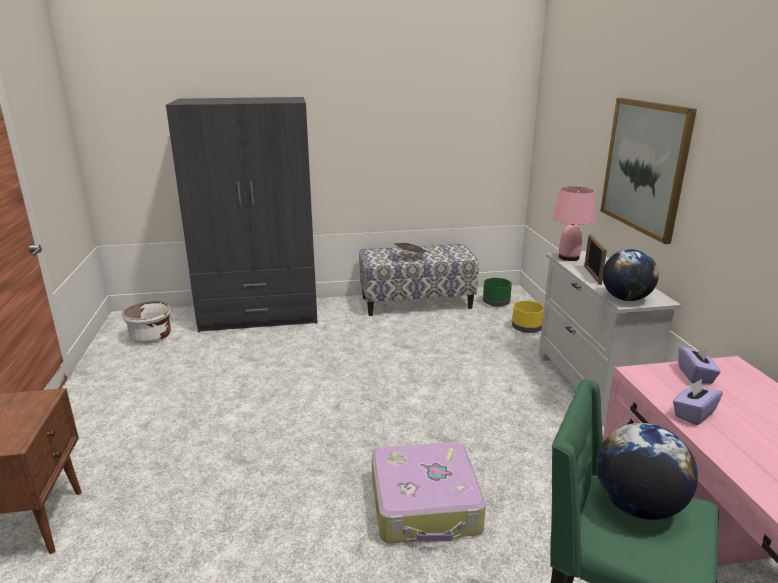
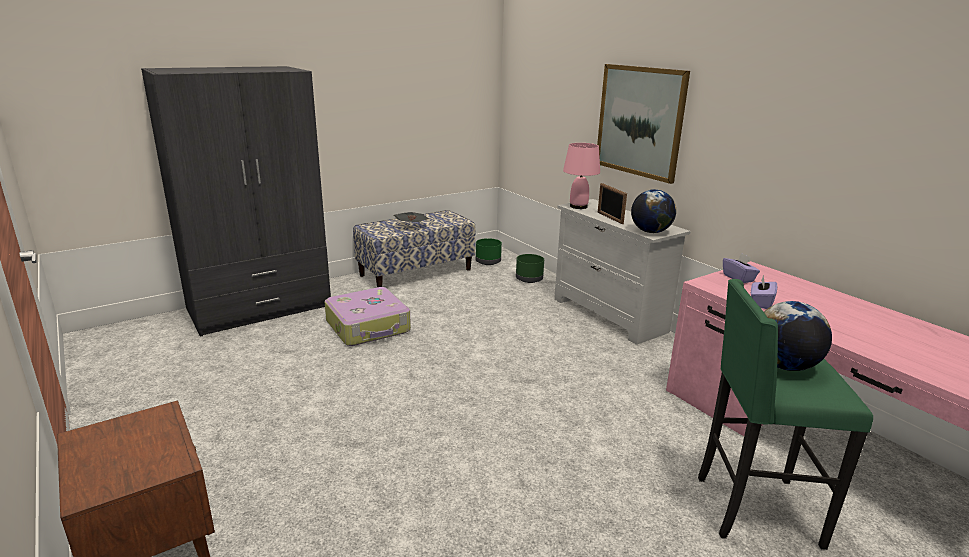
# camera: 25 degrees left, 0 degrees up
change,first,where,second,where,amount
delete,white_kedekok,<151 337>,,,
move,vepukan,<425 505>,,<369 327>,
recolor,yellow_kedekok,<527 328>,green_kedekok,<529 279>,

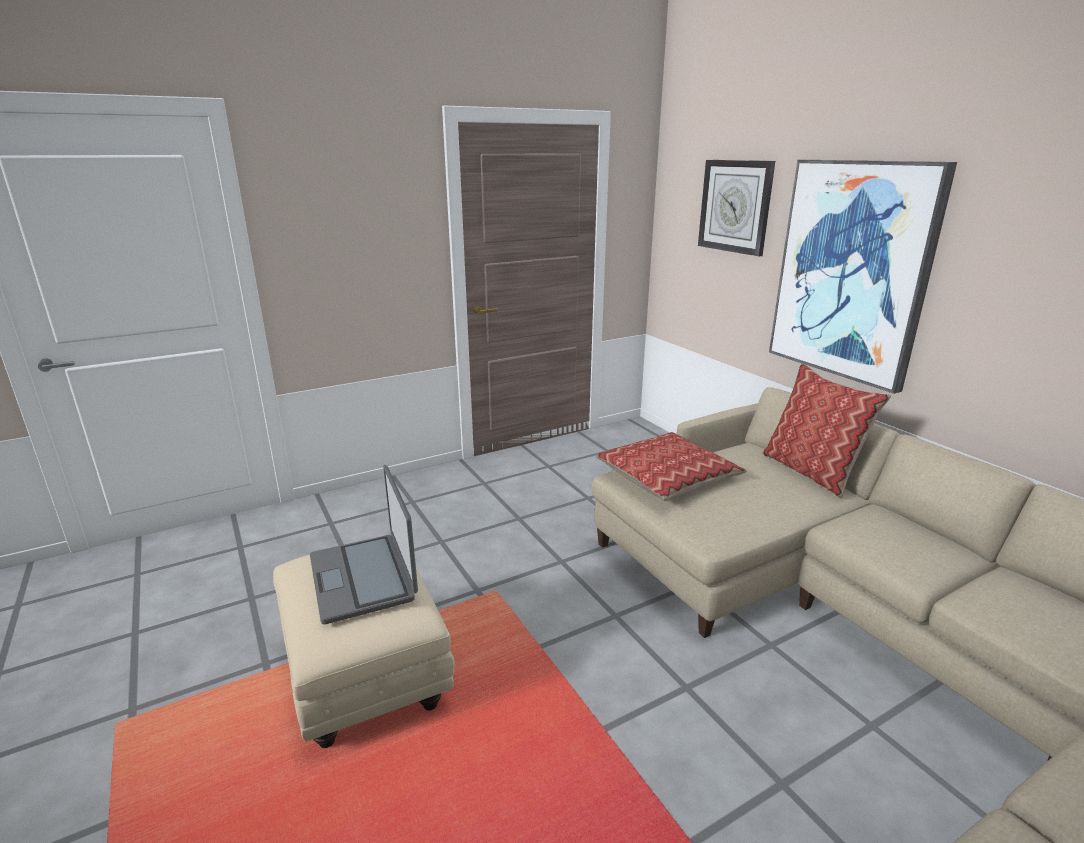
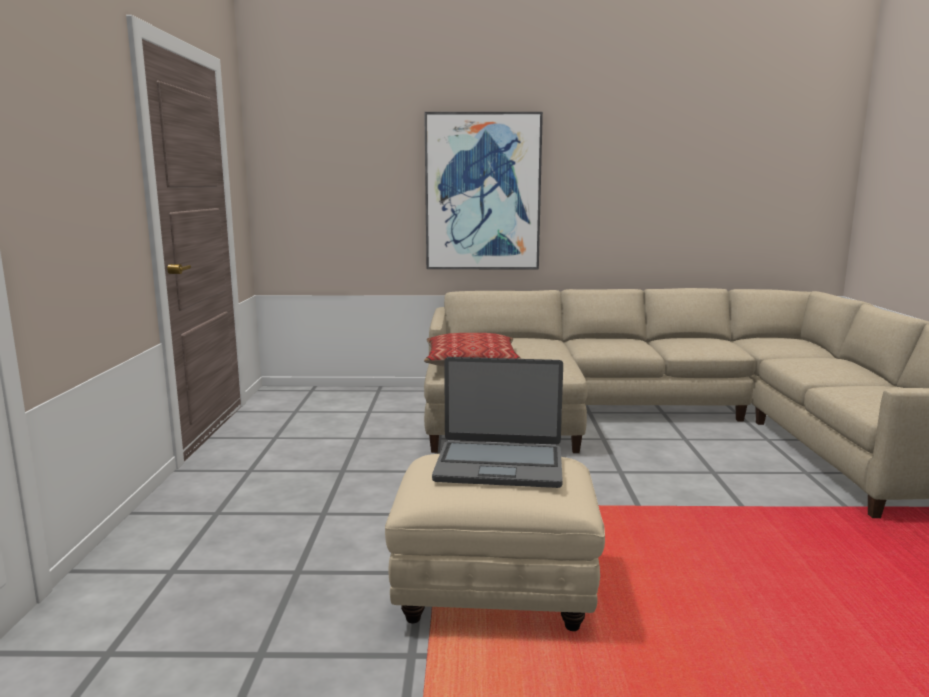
# camera: 60 degrees left, 10 degrees down
change,first,where,second,where,amount
delete,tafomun,<735 206>,,,
delete,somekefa,<811 472>,,,

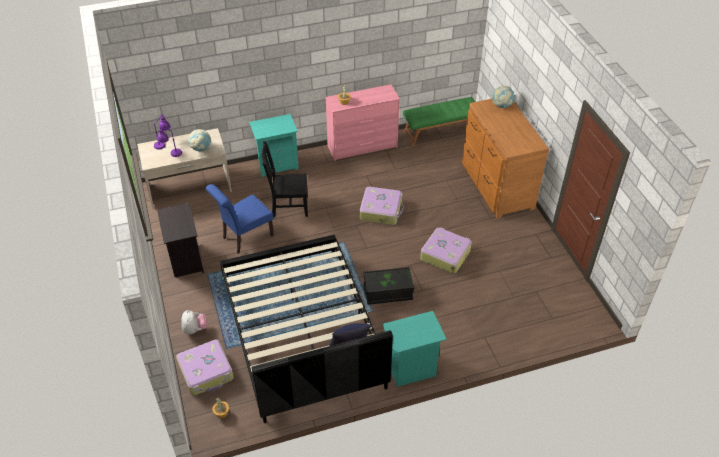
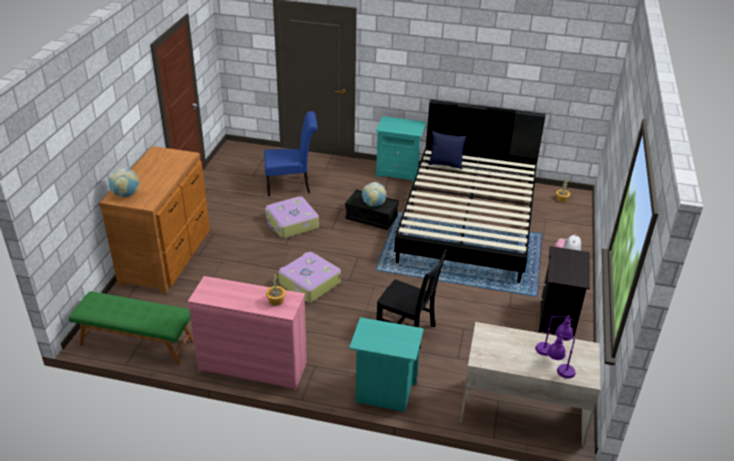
# camera: 150 degrees left, 10 degrees down
change,first,where,second,where,amount
delete,vepukan,<206 372>,,,
move,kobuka,<201 148>,,<373 204>,
move,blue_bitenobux,<245 237>,,<291 186>,

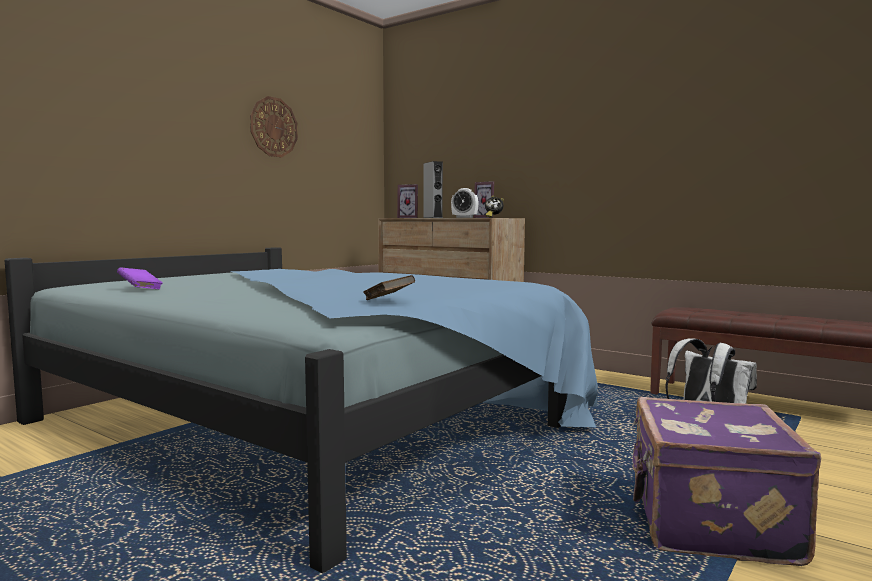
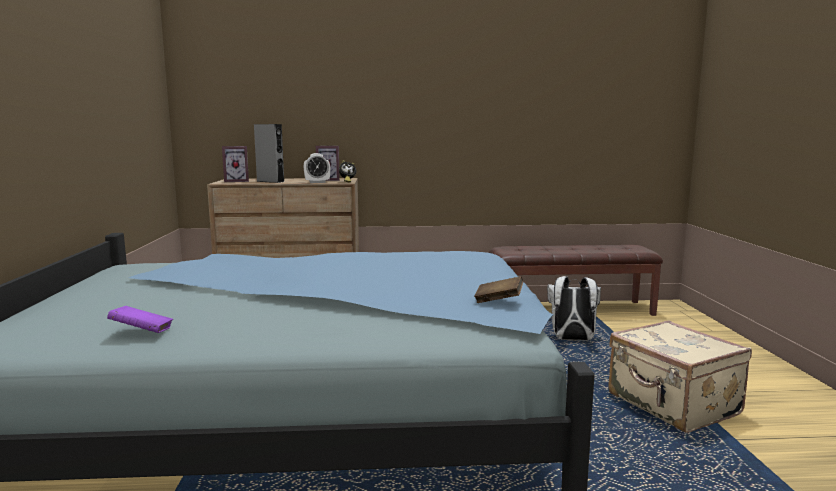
# camera: 40 degrees left, 5 degrees up
change,first,where,second,where,amount
delete,tafomun,<273 127>,,,
recolor,purple_vepukan,<708 522>,beige_vepukan,<672 405>,

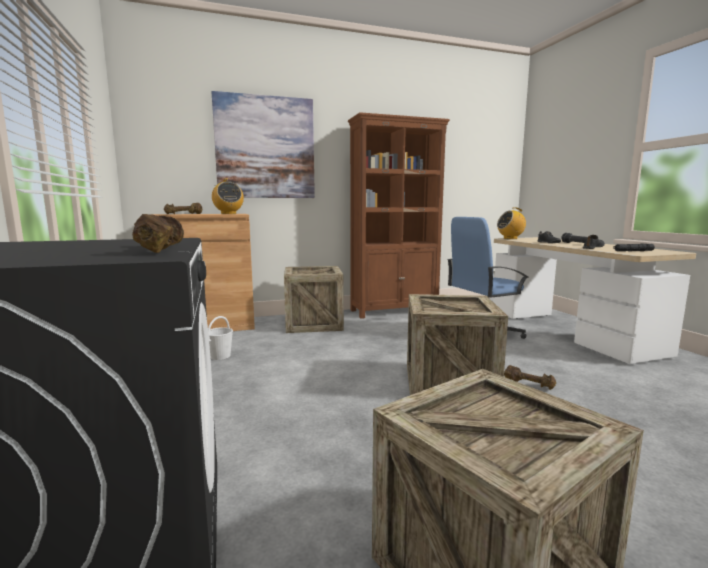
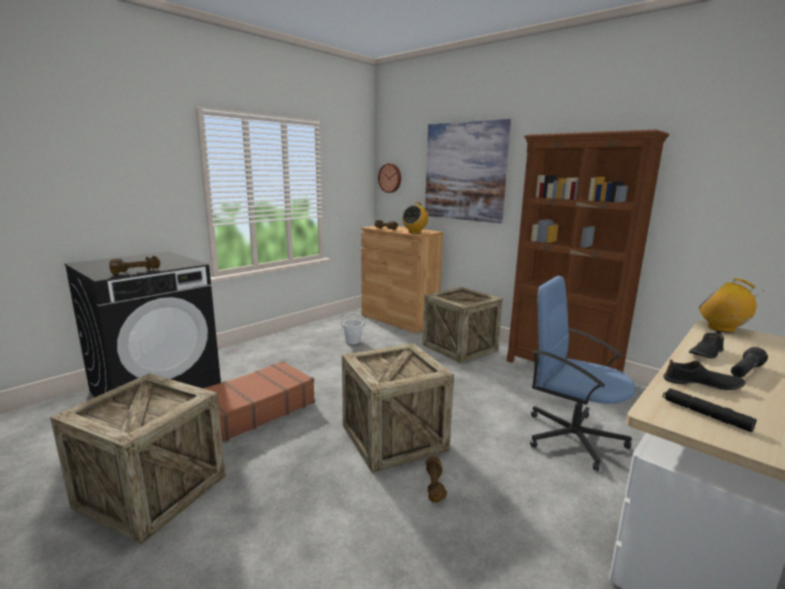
# camera: 60 degrees right, 5 degrees up
change,first,where,second,where,amount
insert,,,brown_vepukan,<253 411>,
insert,,,tafomun,<390 178>,

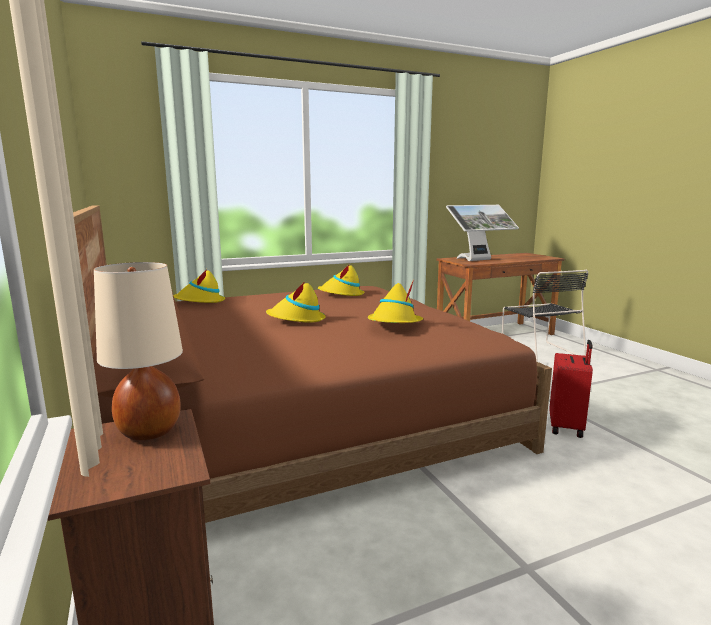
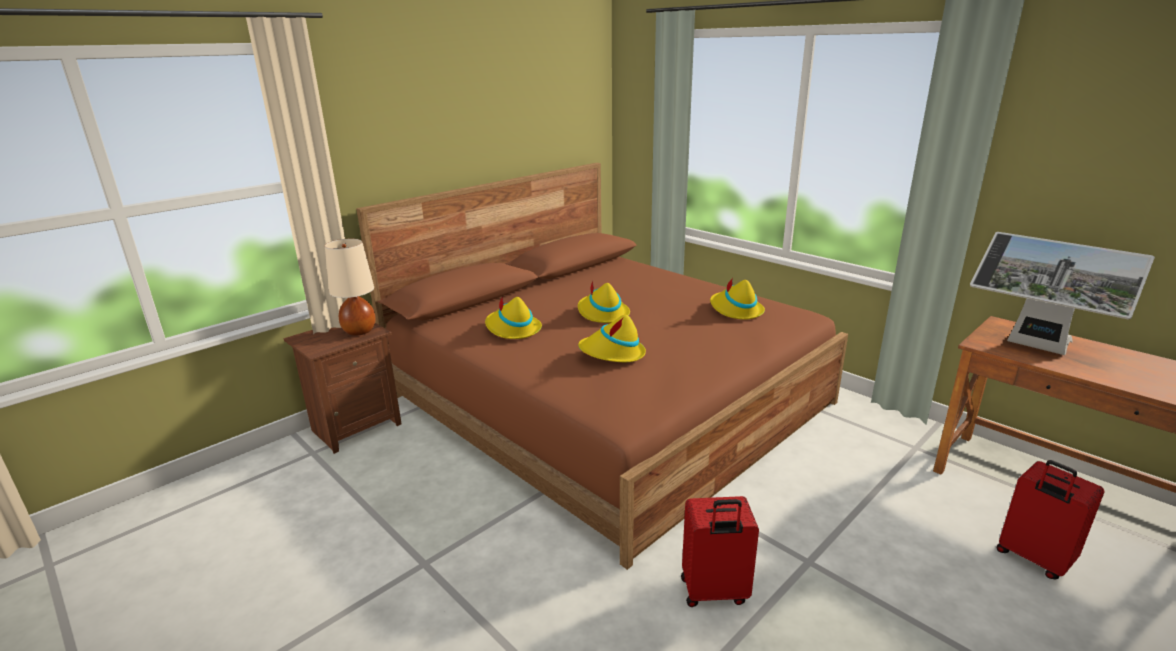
# camera: 70 degrees right, 10 degrees up
change,first,where,second,where,amount
move,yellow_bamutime,<200 302>,,<512 329>,
replace,black_bitenobux,<540 352>,red_vepukan,<1033 559>,

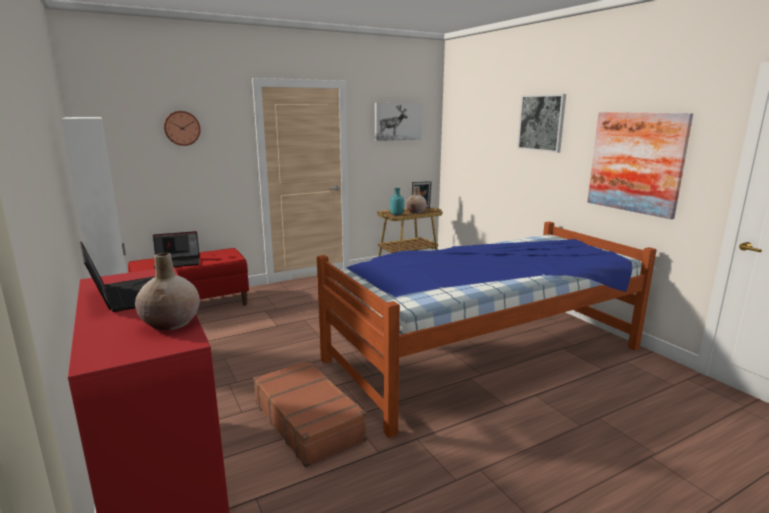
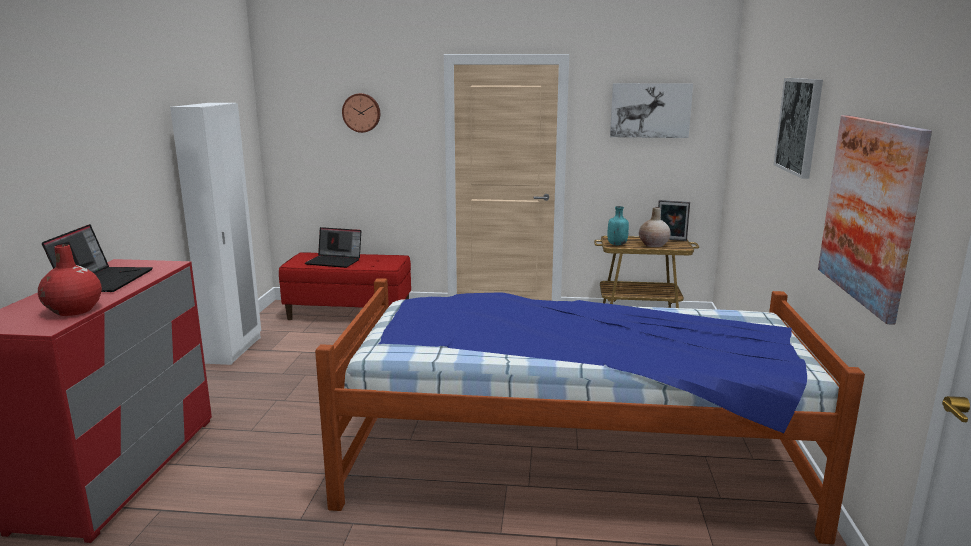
# camera: 35 degrees right, 0 degrees up
change,first,where,second,where,amount
delete,brown_vepukan,<308 420>,,,
recolor,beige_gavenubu,<171 323>,red_gavenubu,<74 310>,

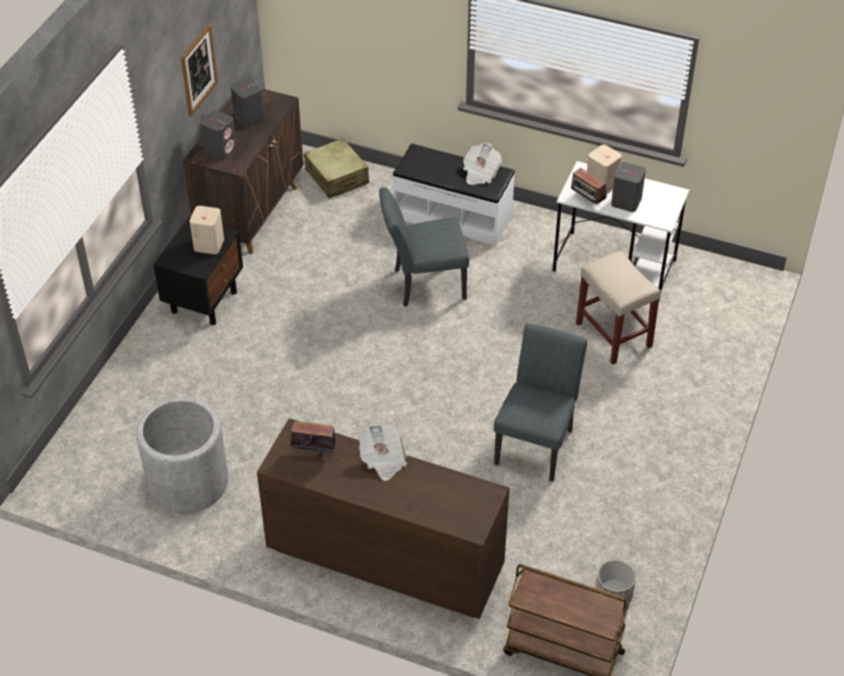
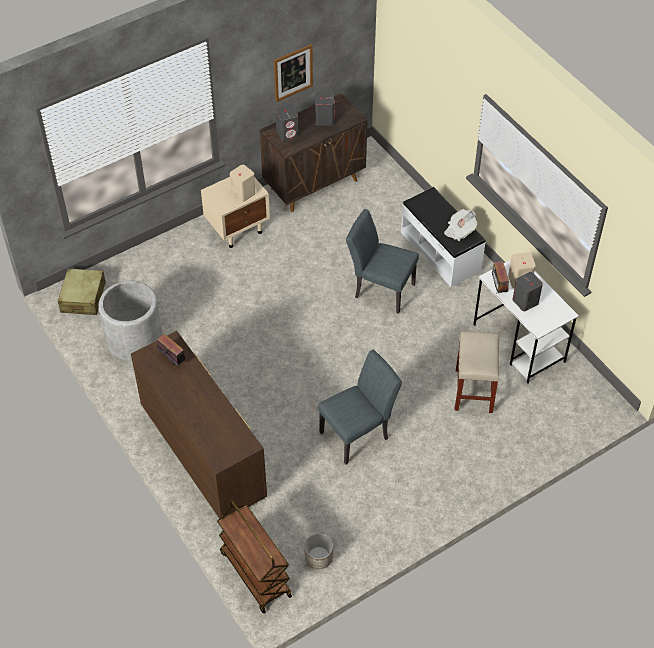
# camera: 35 degrees right, 5 degrees up
change,first,where,second,where,amount
delete,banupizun,<383 460>,,,
move,beige_vepukan,<337 177>,,<83 298>,
recolor,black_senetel,<204 301>,beige_senetel,<238 229>,

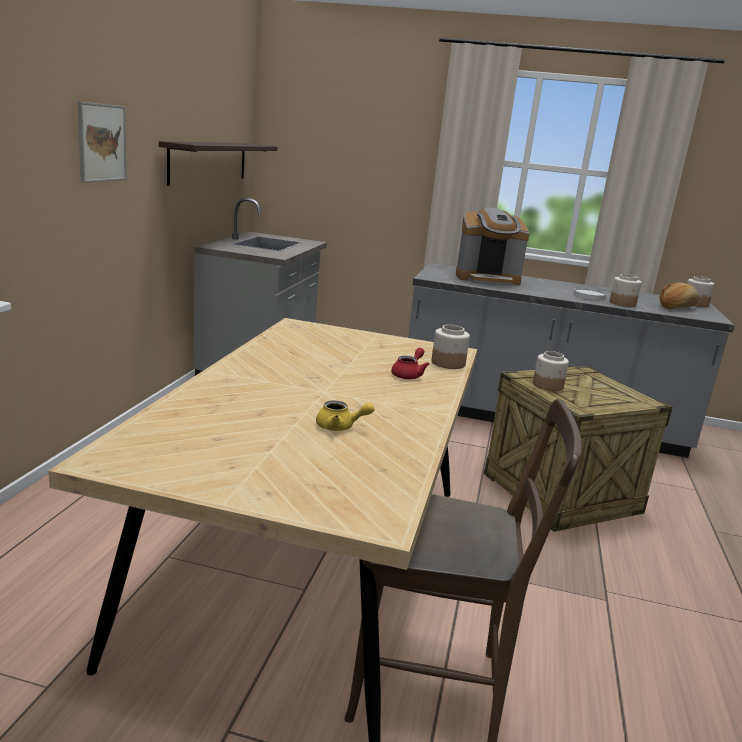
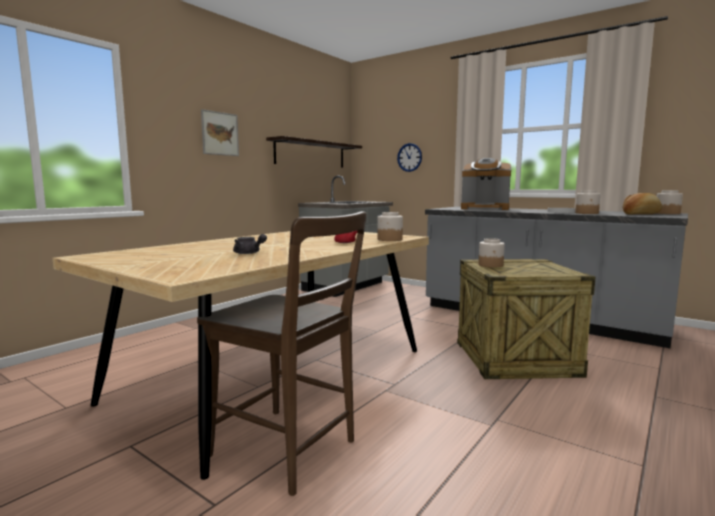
# camera: 25 degrees right, 10 degrees down
change,first,where,second,where,amount
insert,,,tafomun,<409 157>,
recolor,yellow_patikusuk,<340 427>,grey_patikusuk,<249 253>,

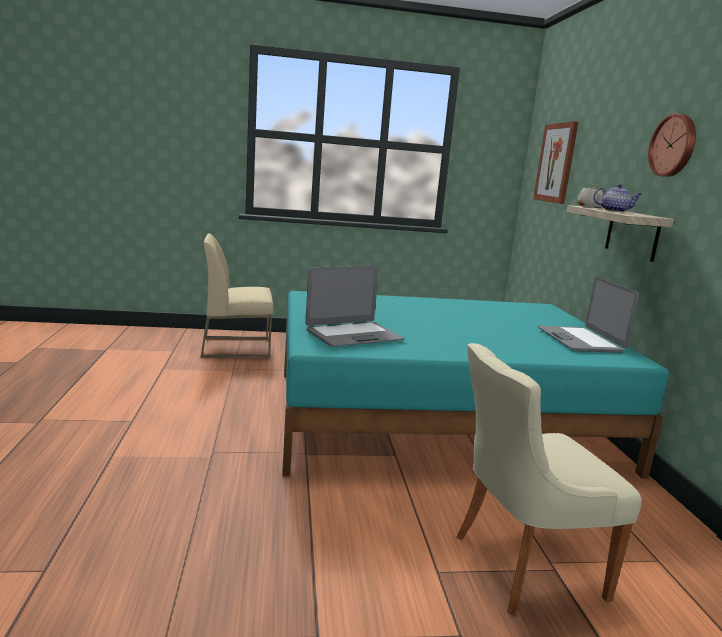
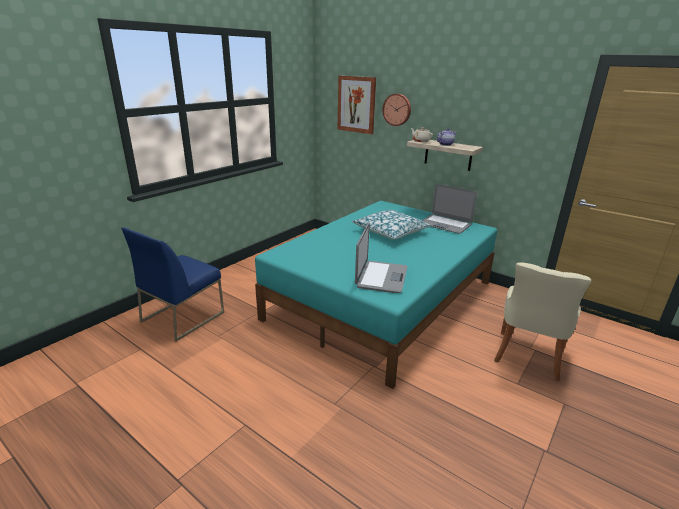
# camera: 45 degrees left, 10 degrees up
change,first,where,second,where,amount
insert,,,somekefa,<390 232>,
move,tafomun,<674 146>,,<397 109>,
recolor,beige_bitenobux,<237 347>,blue_bitenobux,<183 316>,

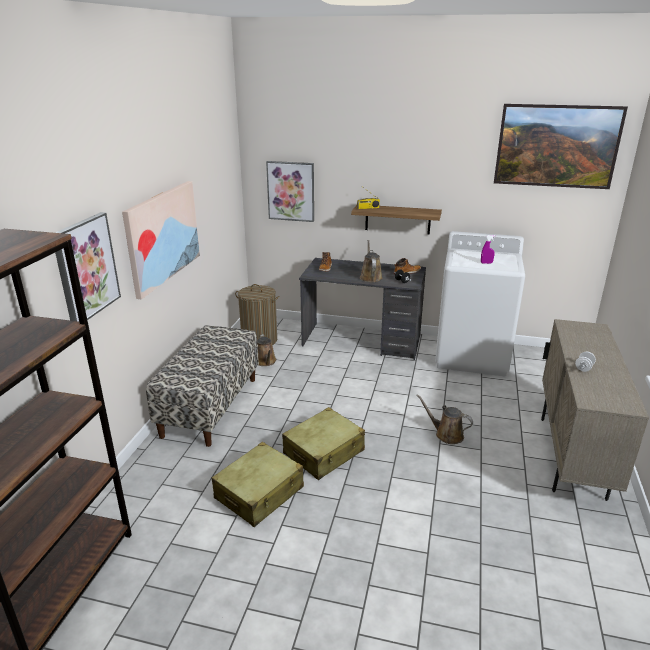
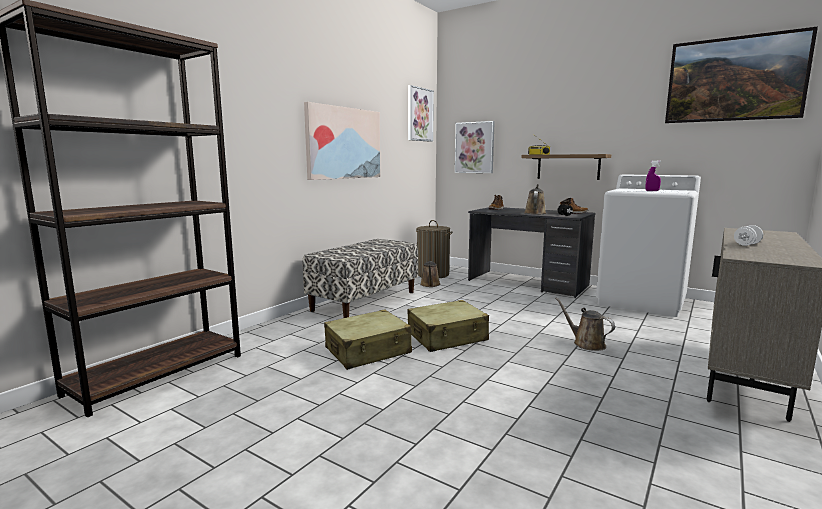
# camera: 20 degrees right, 15 degrees down
change,first,where,second,where,amount
move,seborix,<86 268>,,<419 114>,

